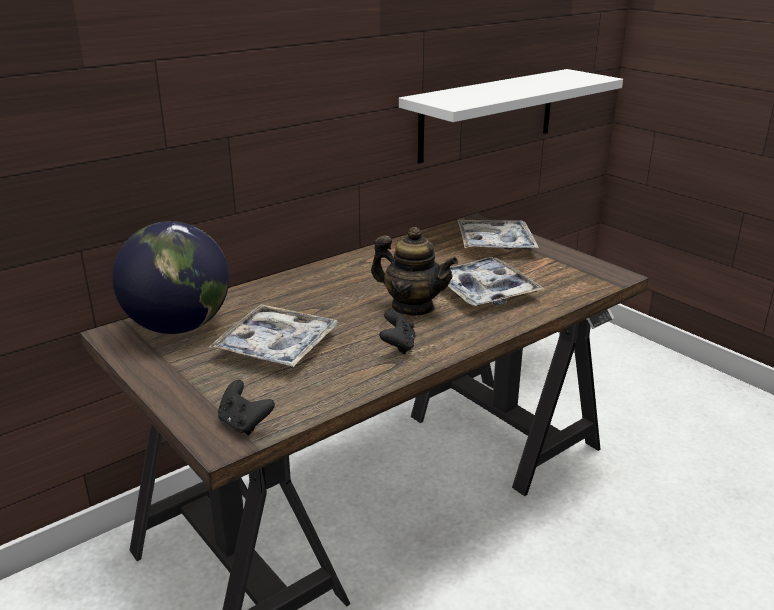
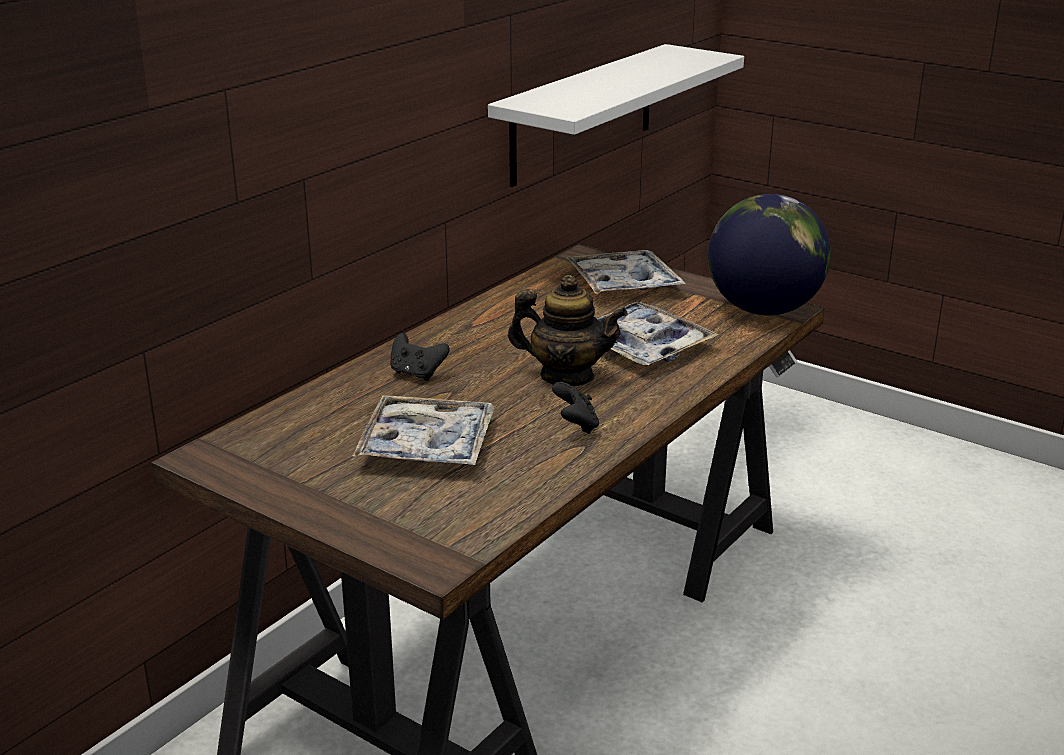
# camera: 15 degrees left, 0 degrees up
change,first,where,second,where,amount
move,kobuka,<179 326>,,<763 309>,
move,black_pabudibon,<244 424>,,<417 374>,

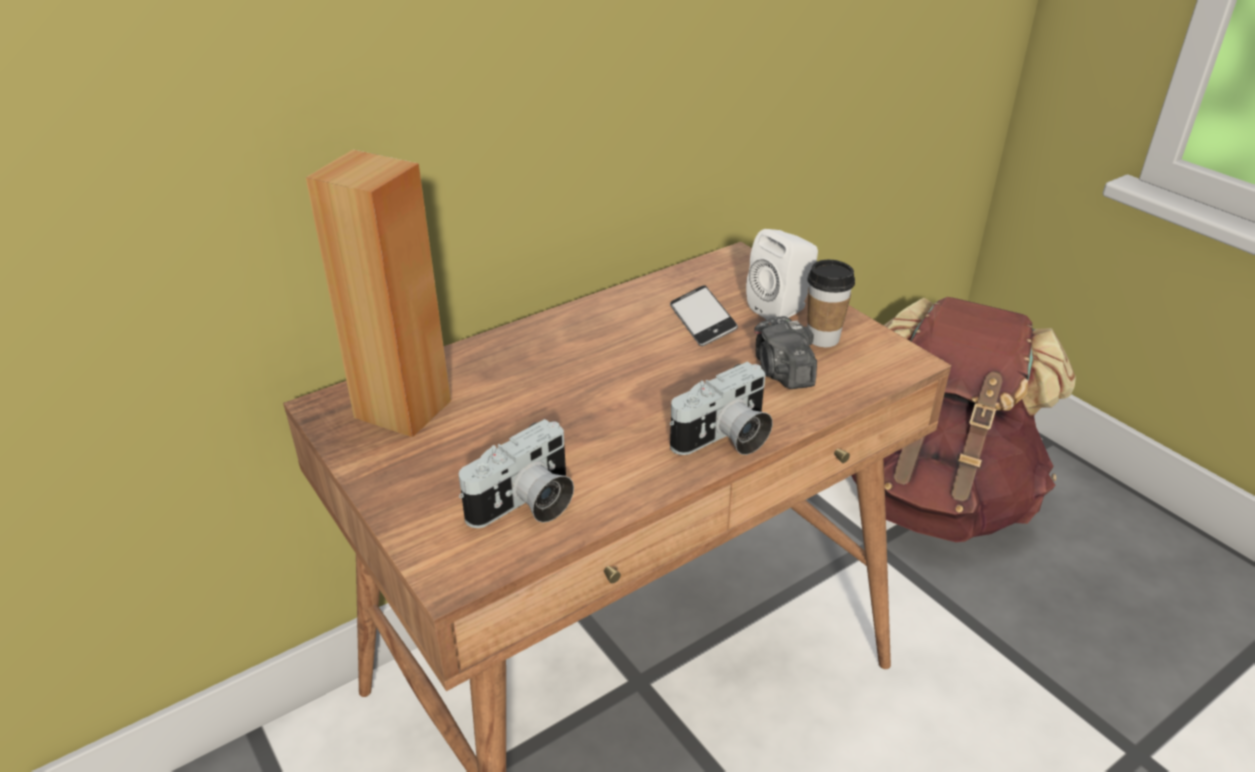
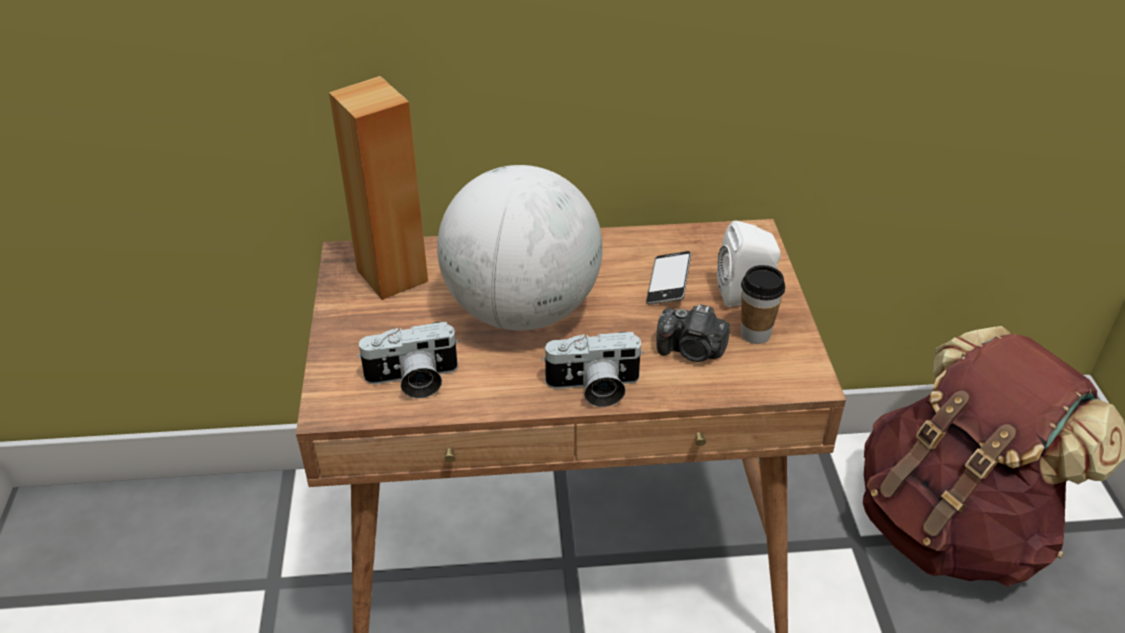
# camera: 30 degrees right, 5 degrees up
change,first,where,second,where,amount
insert,,,kobuka,<522 311>,
rotate,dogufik,<782 372>,,<692 351>,90 degrees counterclockwise

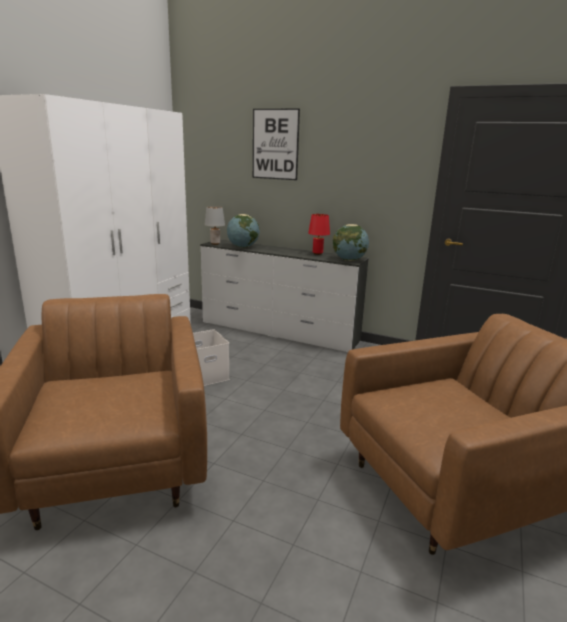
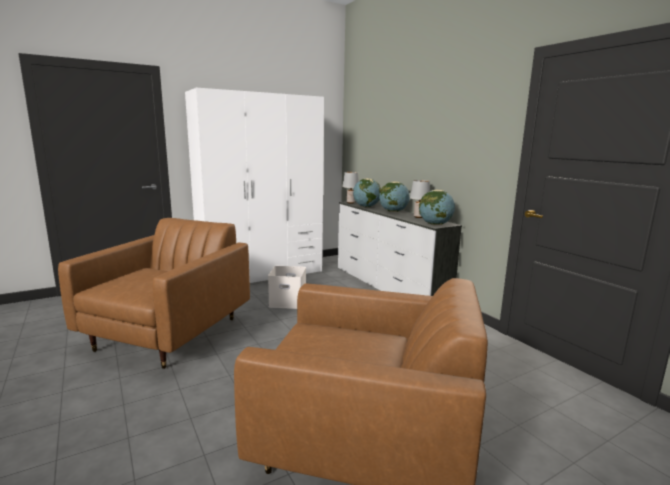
# camera: 35 degrees right, 5 degrees down
change,first,where,second,where,amount
delete,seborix,<275 144>,,,
insert,,,kobuka,<393 211>,
recolor,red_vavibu,<318 253>,grey_vavibu,<419 217>,

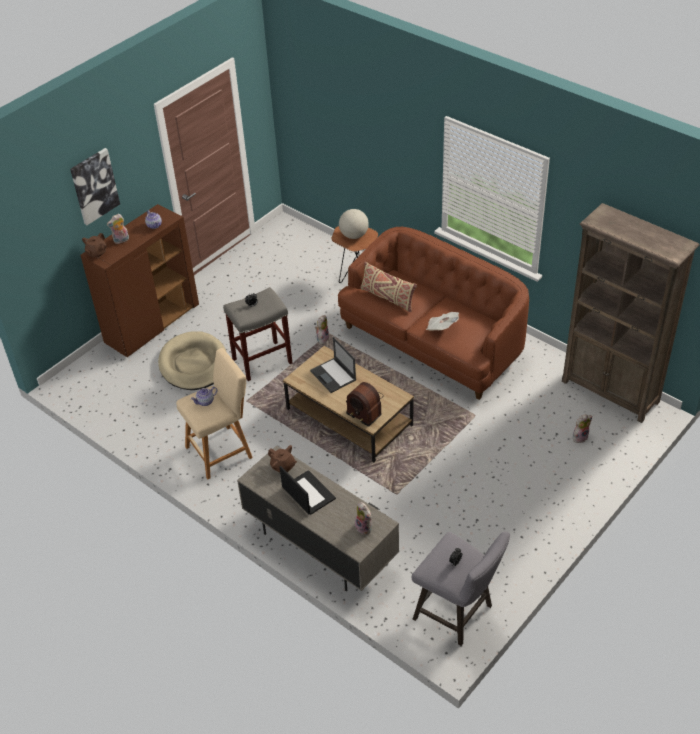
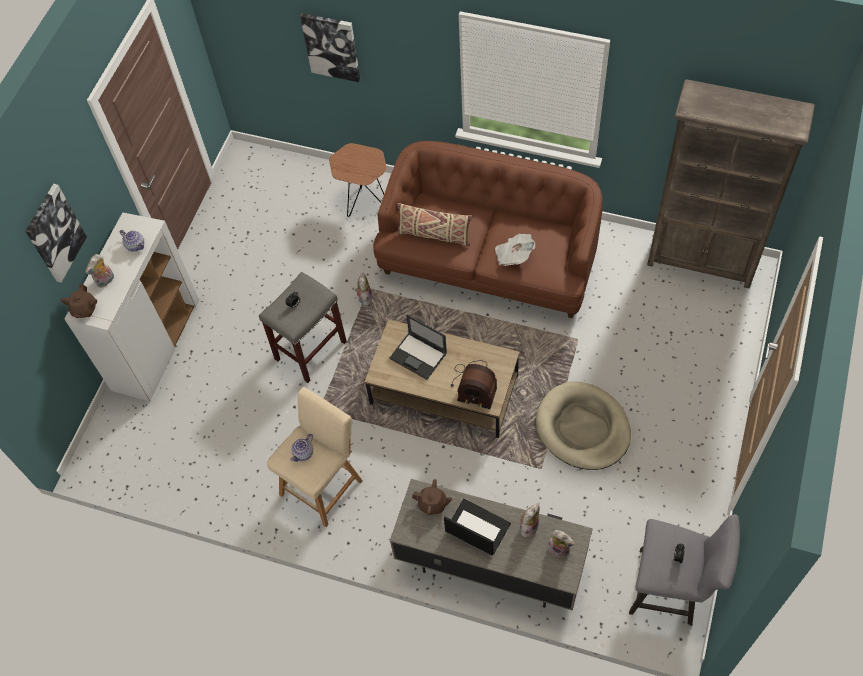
# camera: 20 degrees left, 15 degrees up
change,first,where,second,where,amount
delete,kobuka,<354 235>,,,
insert,,,seborix,<331 46>,
move,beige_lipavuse,<193 364>,,<582 428>,
move,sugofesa,<580 437>,,<528 526>,
recolor,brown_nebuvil,<152 324>,white_nebuvil,<156 345>,

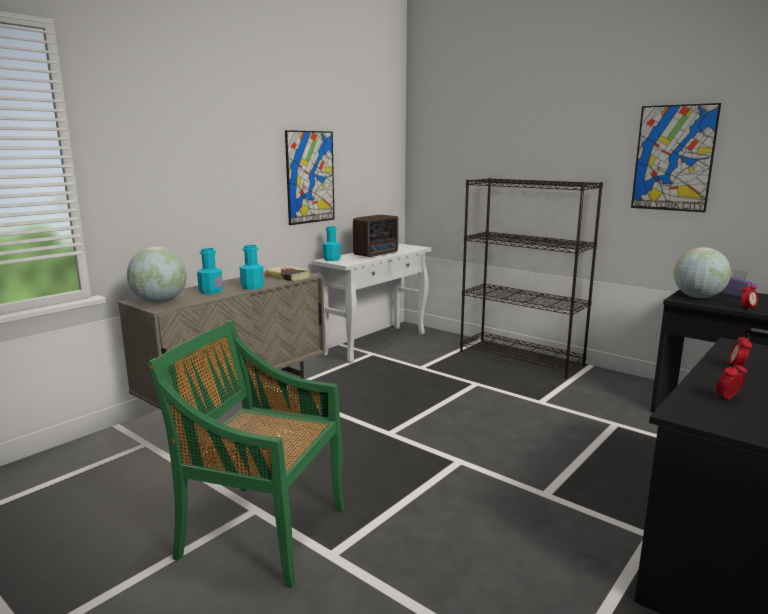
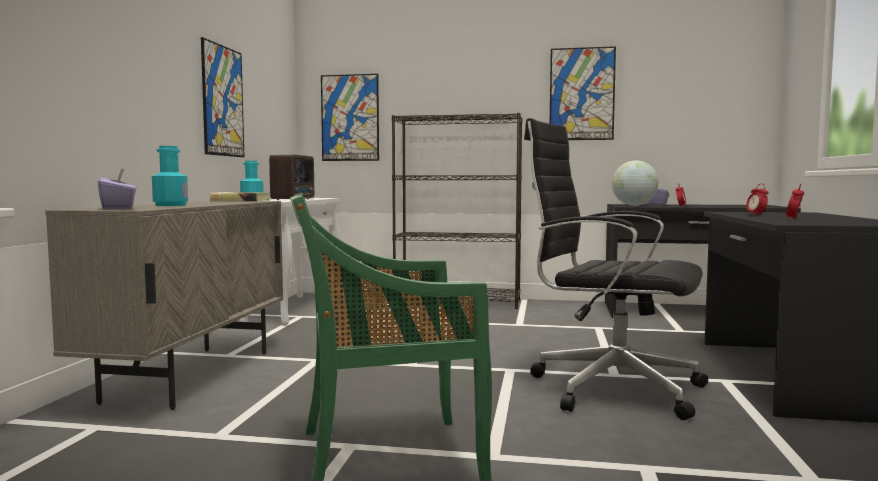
# camera: 30 degrees left, 10 degrees down
change,first,where,second,where,amount
delete,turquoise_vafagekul,<252 287>,,,
insert,,,seborix,<350 118>,
insert,,,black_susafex,<610 388>,
replace,kobuka,<159 302>,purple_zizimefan,<118 208>,

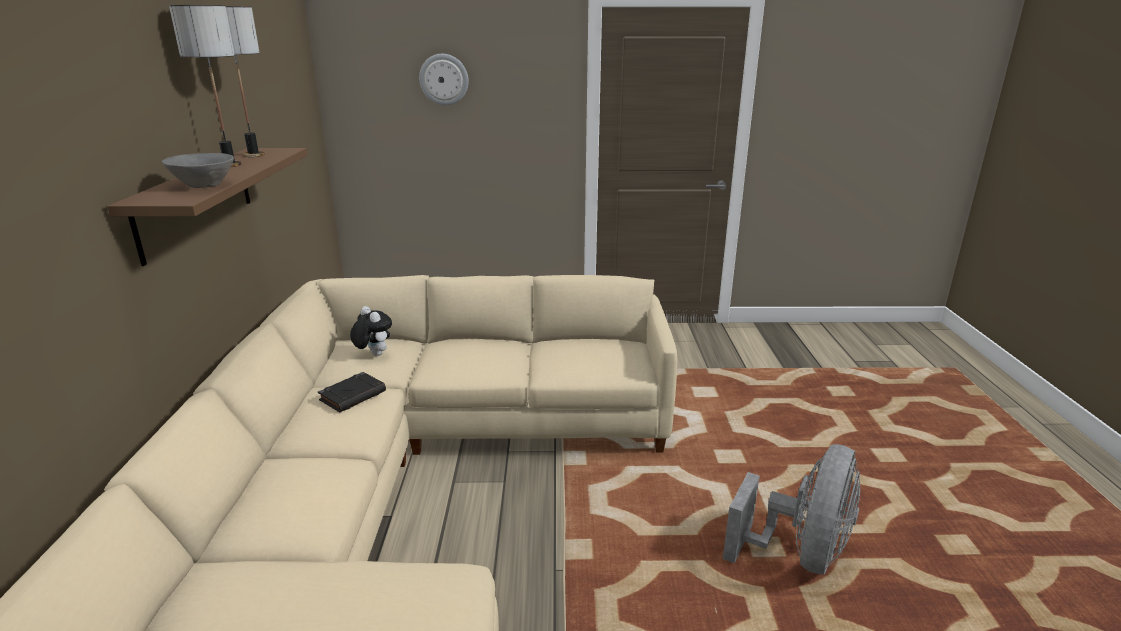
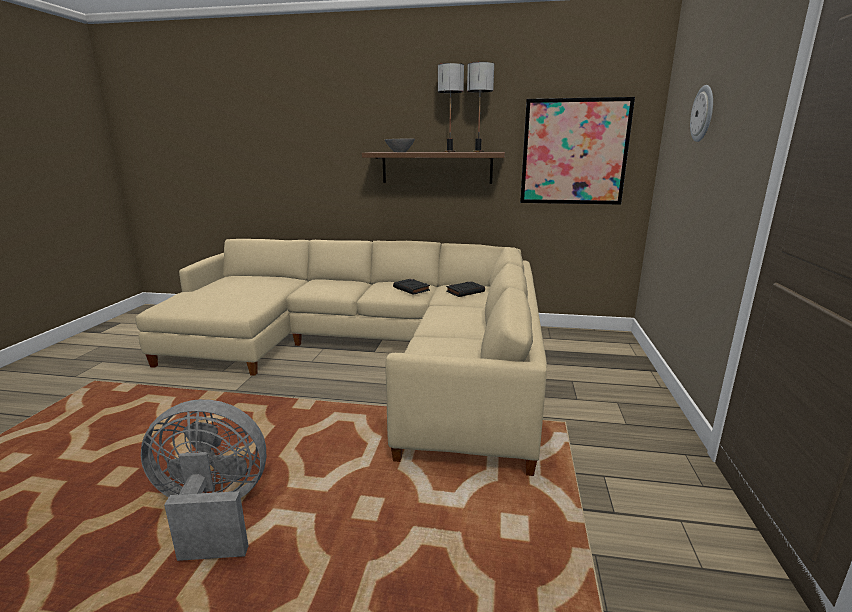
# camera: 100 degrees right, 5 degrees down
change,first,where,second,where,amount
insert,,,seborix,<574 152>,
replace,sugofesa,<373 354>,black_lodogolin,<465 291>,
rotate,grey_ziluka,<800 554>,,<213 513>,135 degrees clockwise

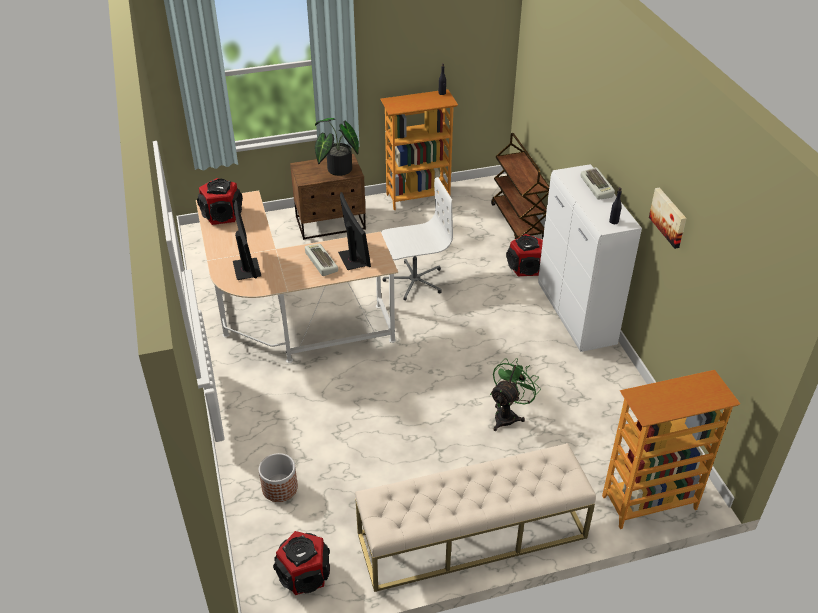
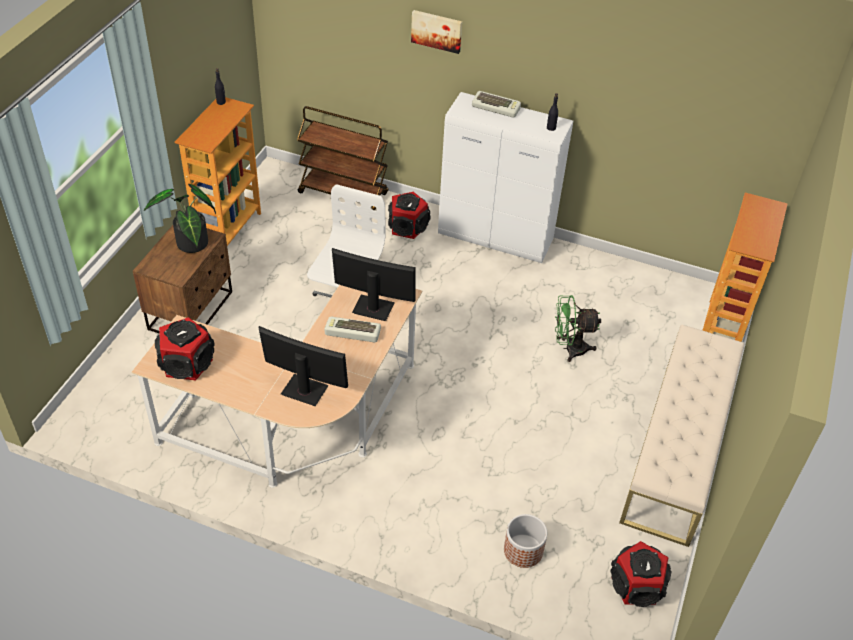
# camera: 55 degrees left, 5 degrees up
change,first,where,second,where,amount
move,seborix,<669 217>,,<437 30>,
rotate,green_ziluka,<508 415>,,<569 349>,75 degrees counterclockwise

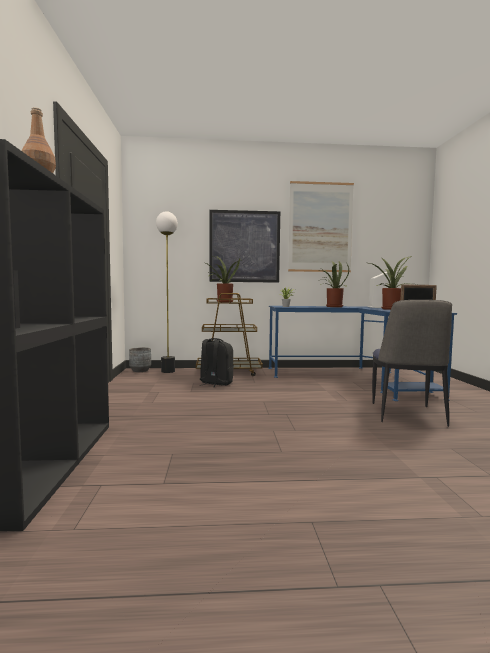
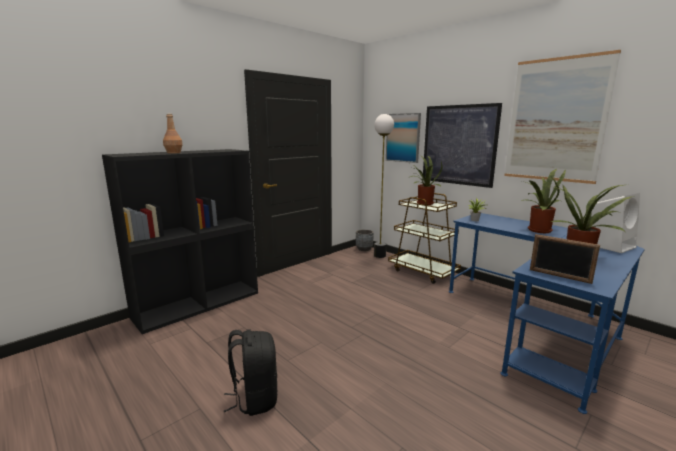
# camera: 50 degrees right, 10 degrees up
change,first,where,second,where,amount
delete,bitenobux,<406 415>,,,
insert,,,seborix,<403 137>,
move,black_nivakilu,<215 383>,,<255 398>,

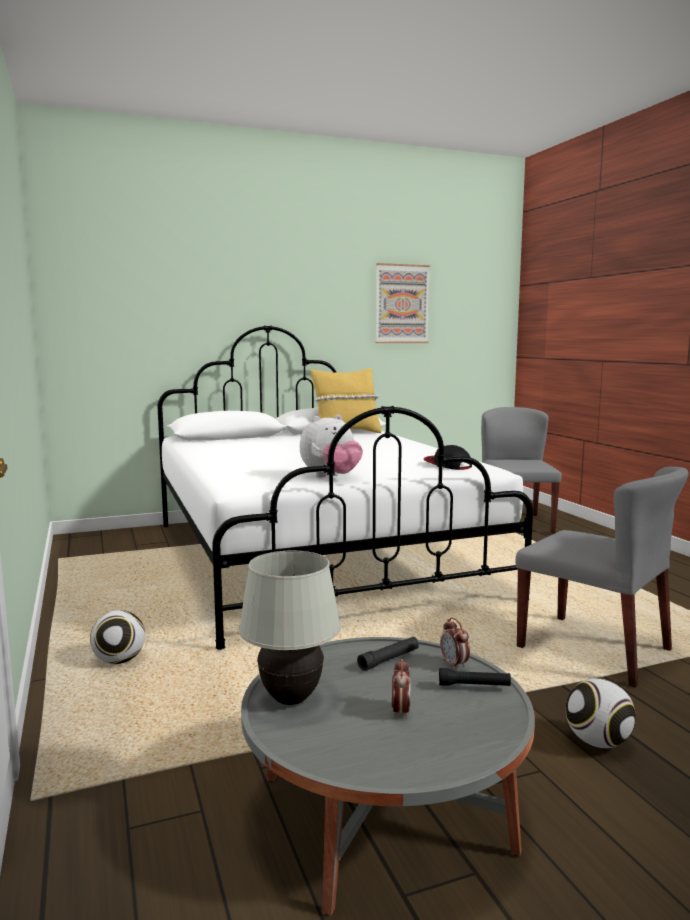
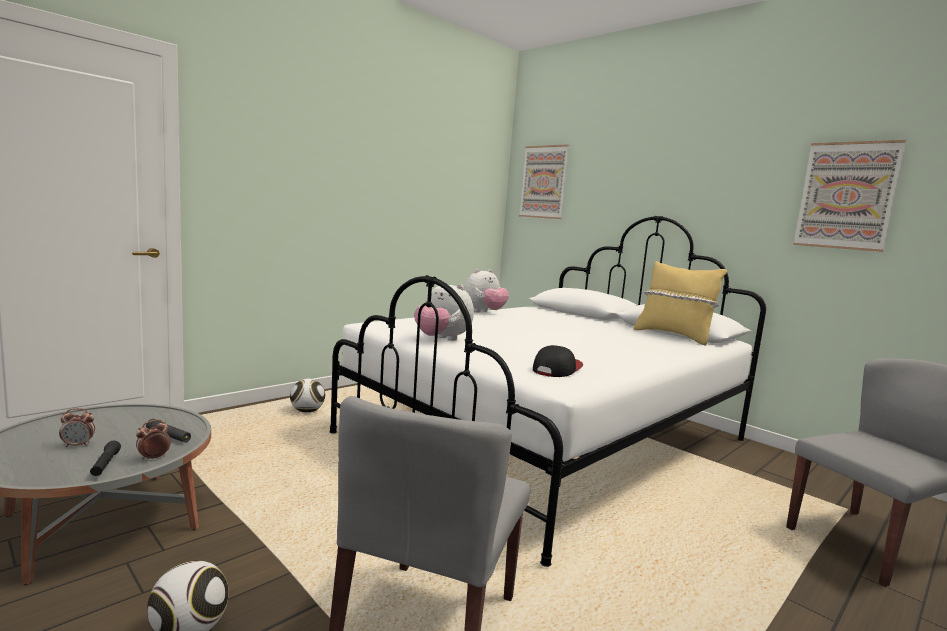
# camera: 65 degrees right, 0 degrees up
change,first,where,second,where,amount
delete,white_vavibu,<291 699>,,,
insert,,,sugofesa,<484 312>,
insert,,,seborix,<544 182>,

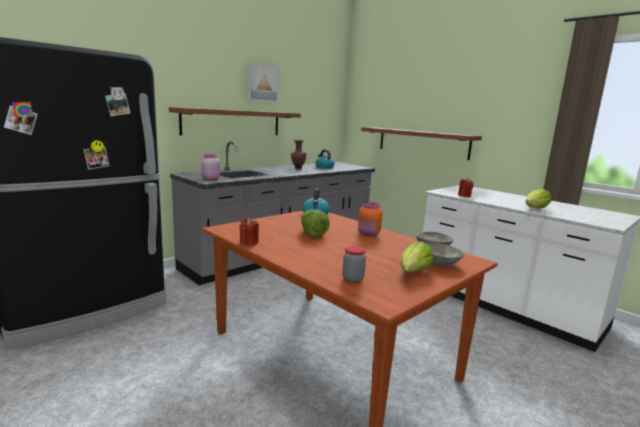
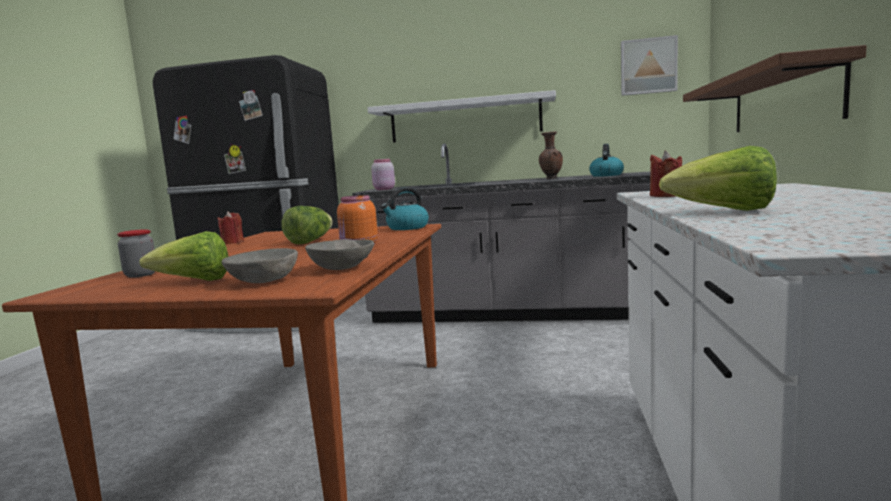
# camera: 55 degrees right, 5 degrees down
change,first,where,second,where,amount
move,seborix,<261 83>,,<648 66>,
recolor,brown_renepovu,<232 122>,white_renepovu,<465 120>,

